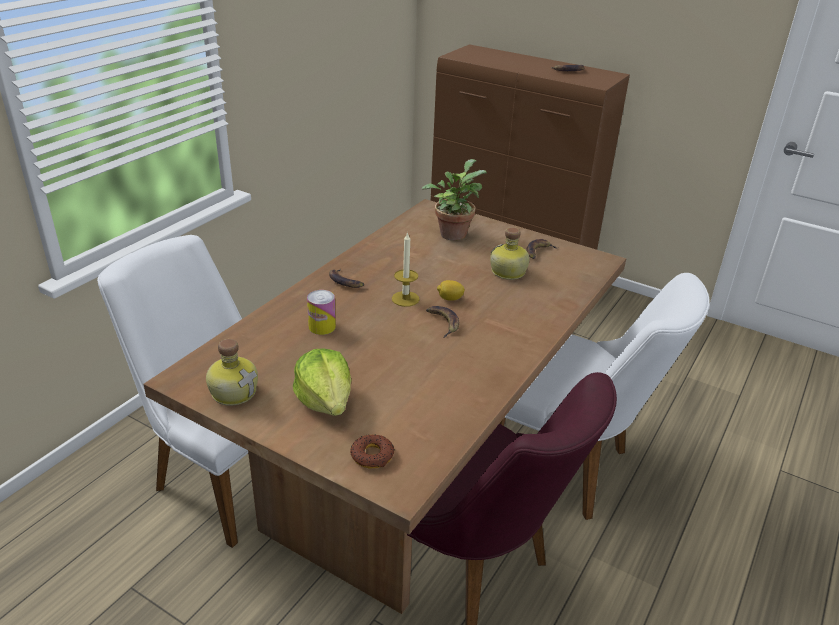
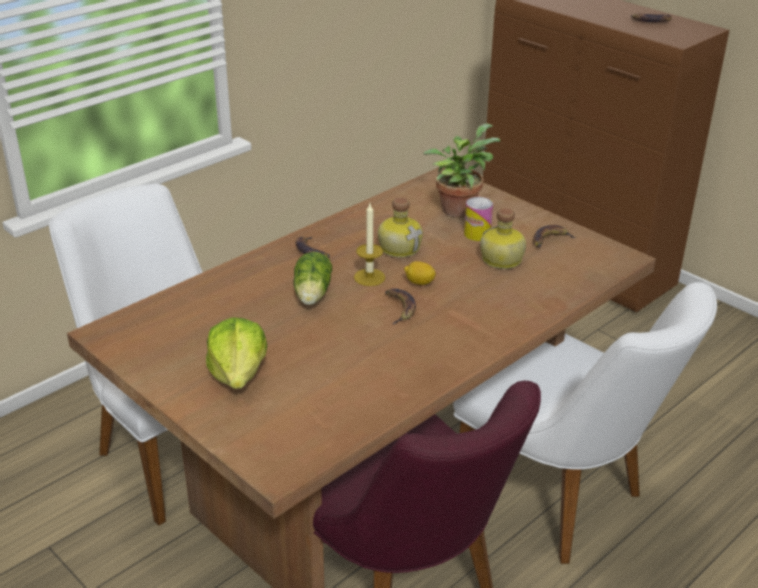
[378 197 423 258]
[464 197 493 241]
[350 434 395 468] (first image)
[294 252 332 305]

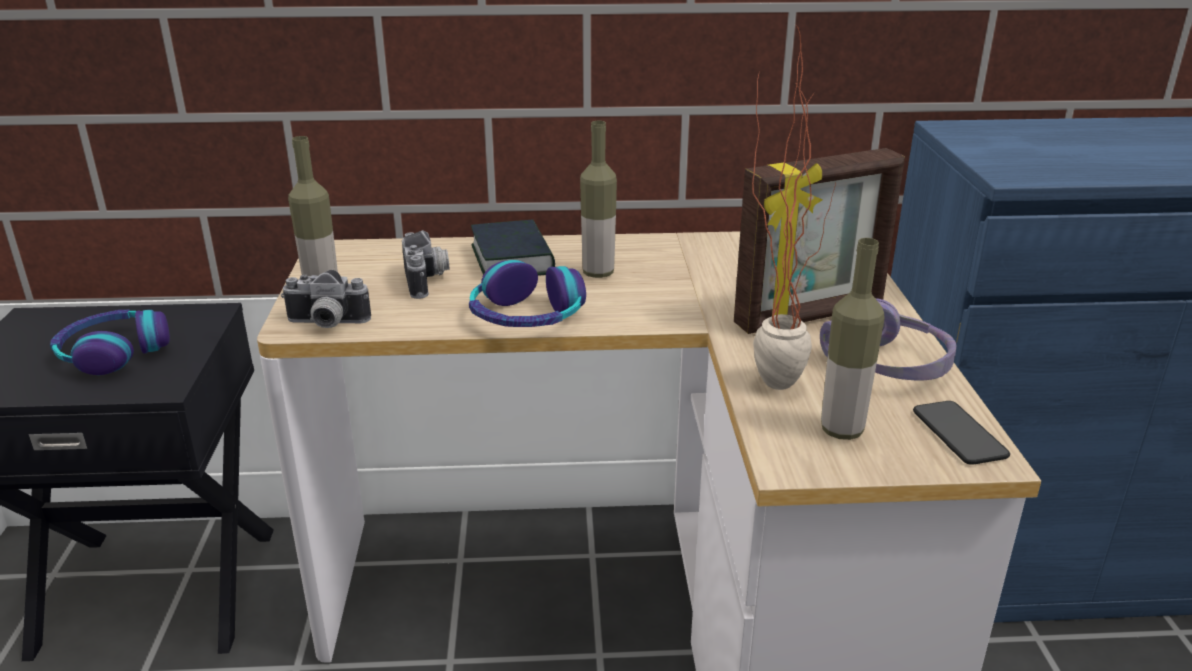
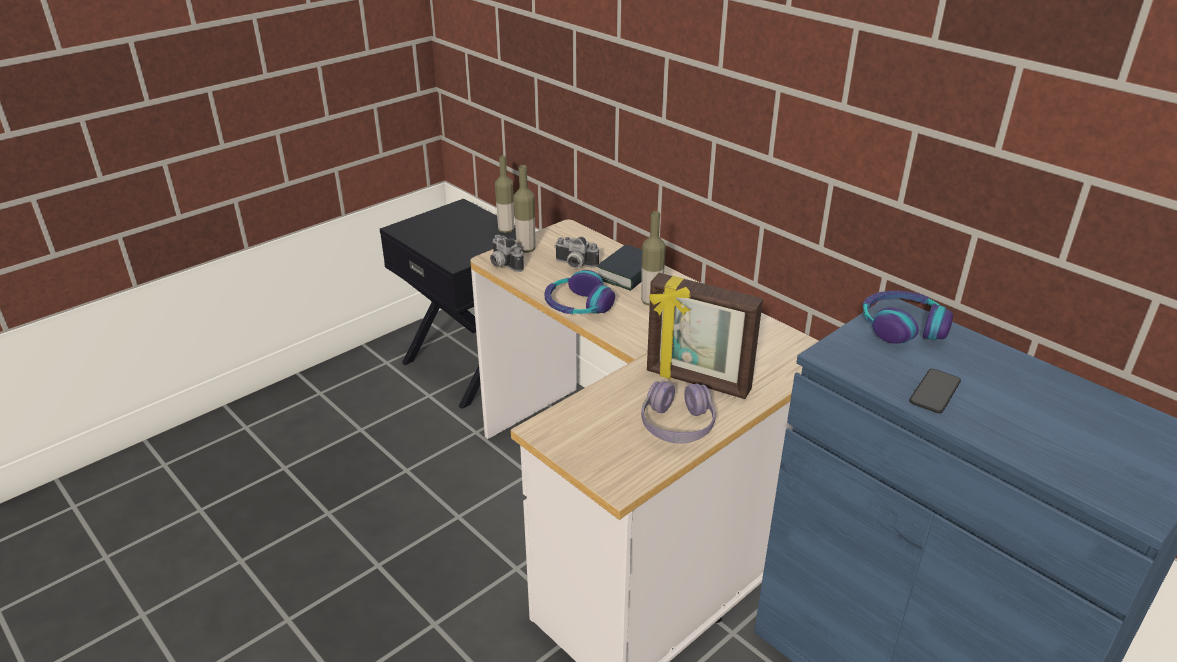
[863 291 953 344]
[554 237 599 268]
[752 26 835 390] (first image)
[495 156 514 233]
[909 369 961 413]

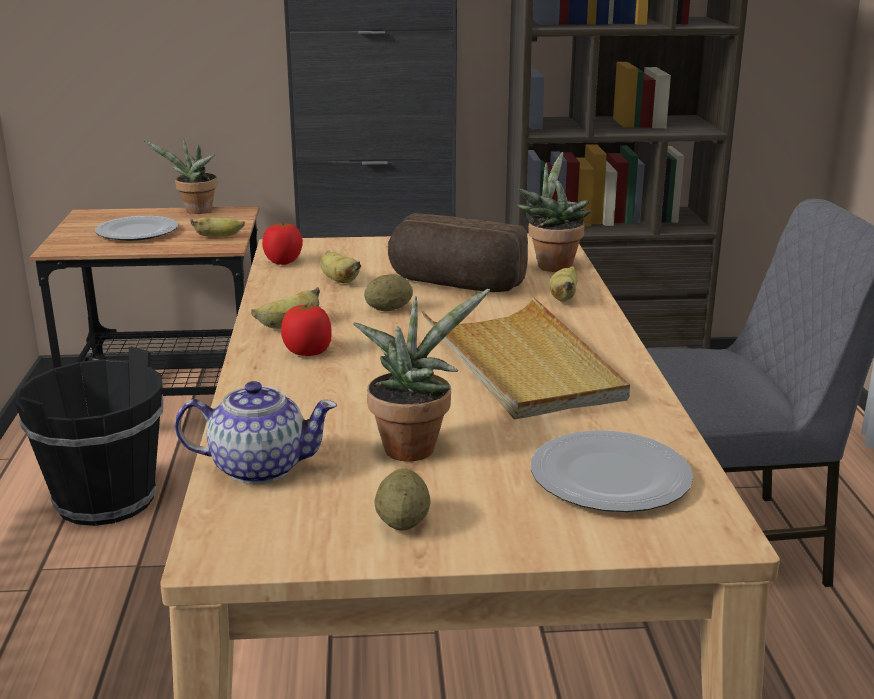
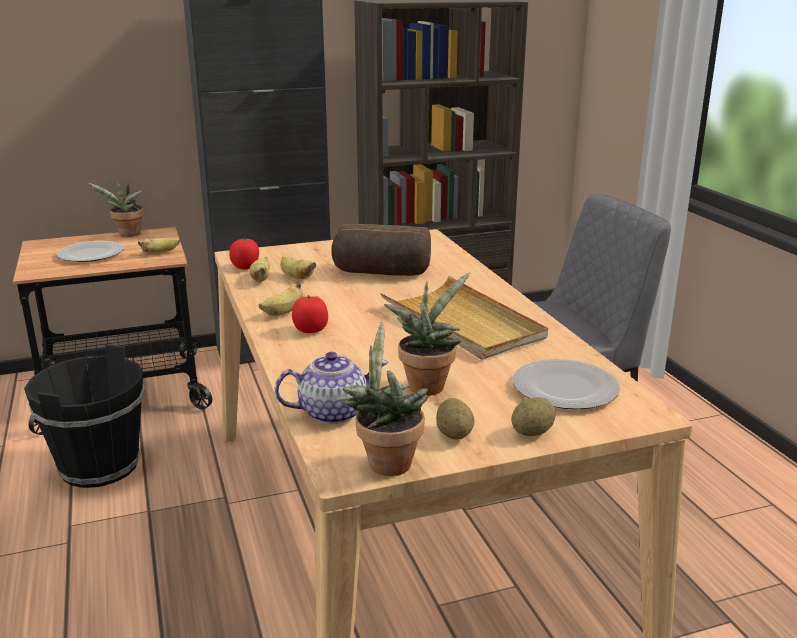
[511 397 556 436]
[339 321 428 476]
[250 257 270 282]

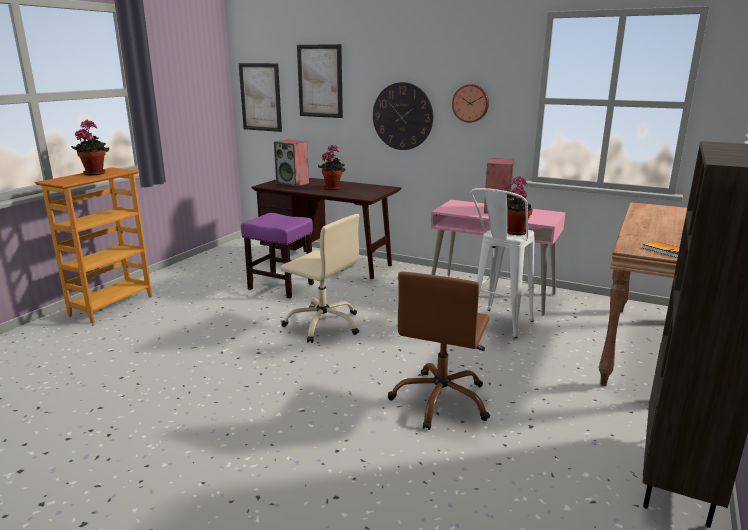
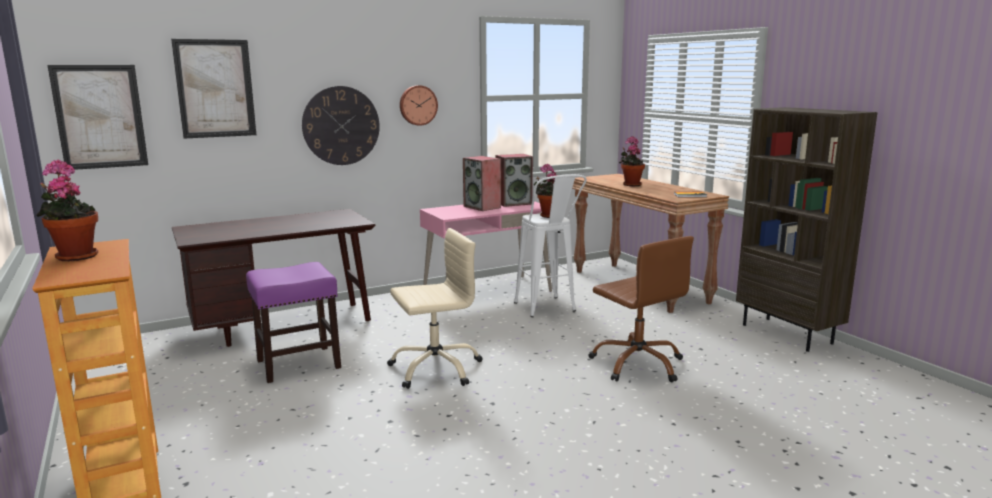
[496 154 533 207]
[619 136 645 186]

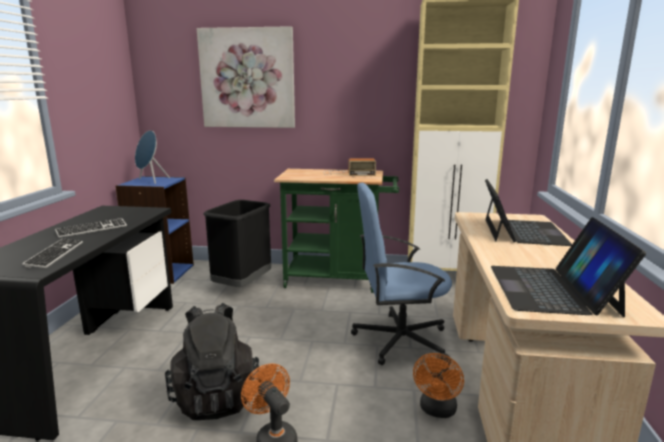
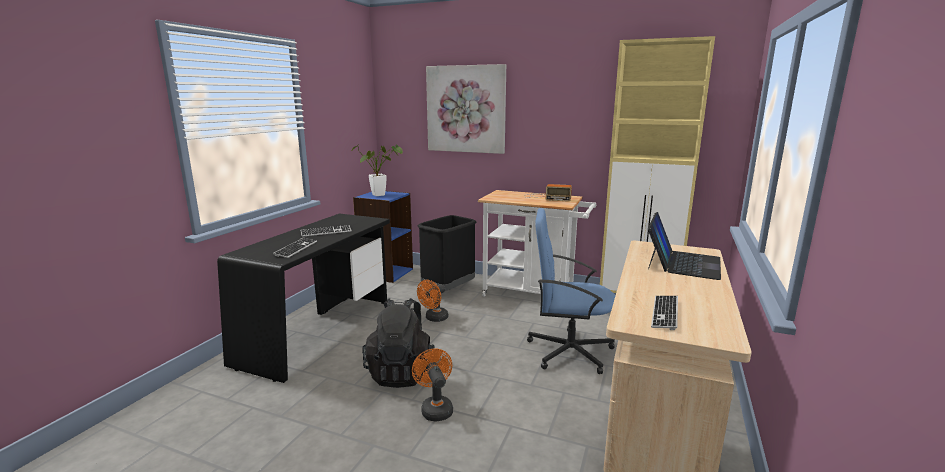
[352 145 403 196]
[478 190 596 296]
[417 280 448 322]
[651 296 678 330]

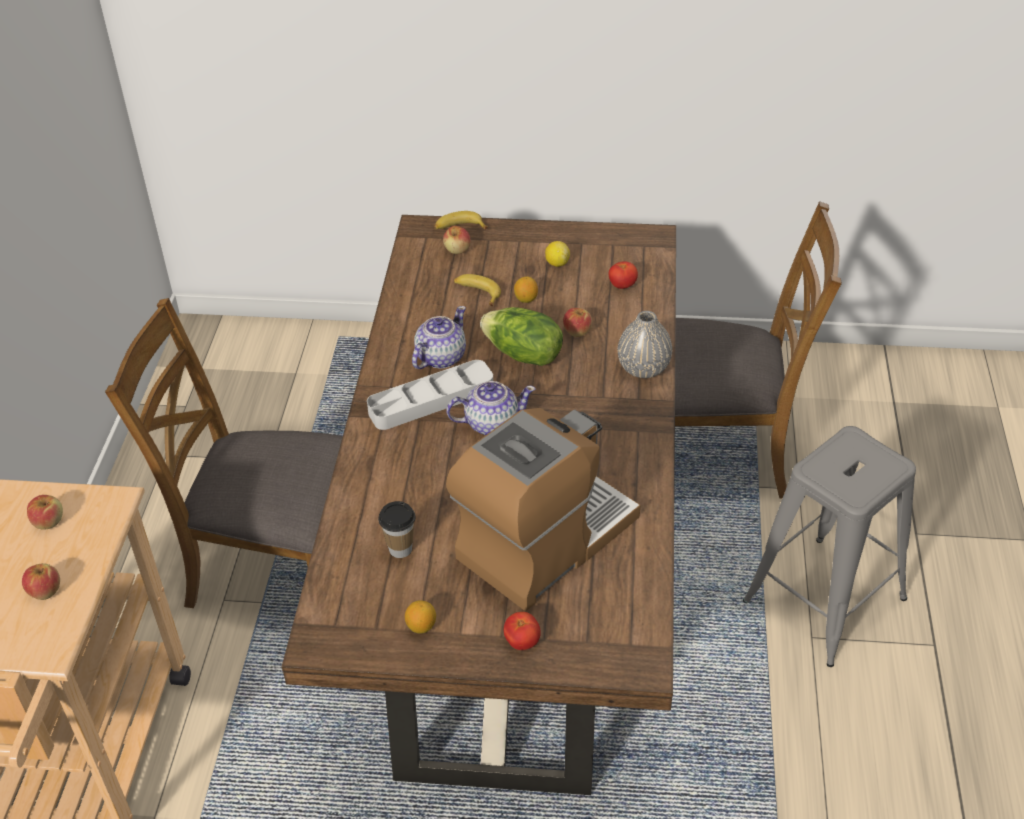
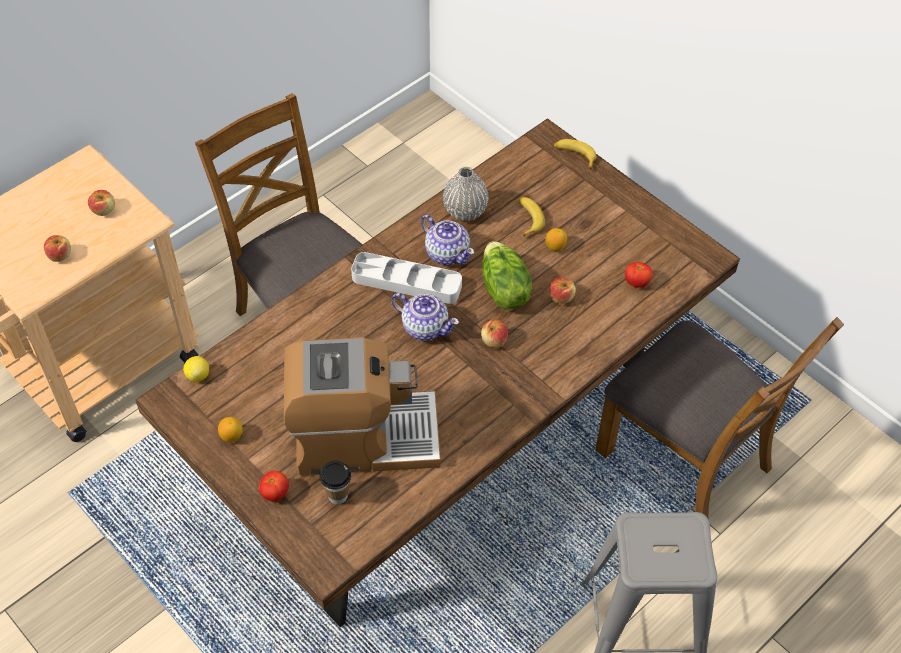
[319 461 351 504]
[421 215 474 265]
[481 319 508 348]
[183 356 209 382]
[443 167 489 221]

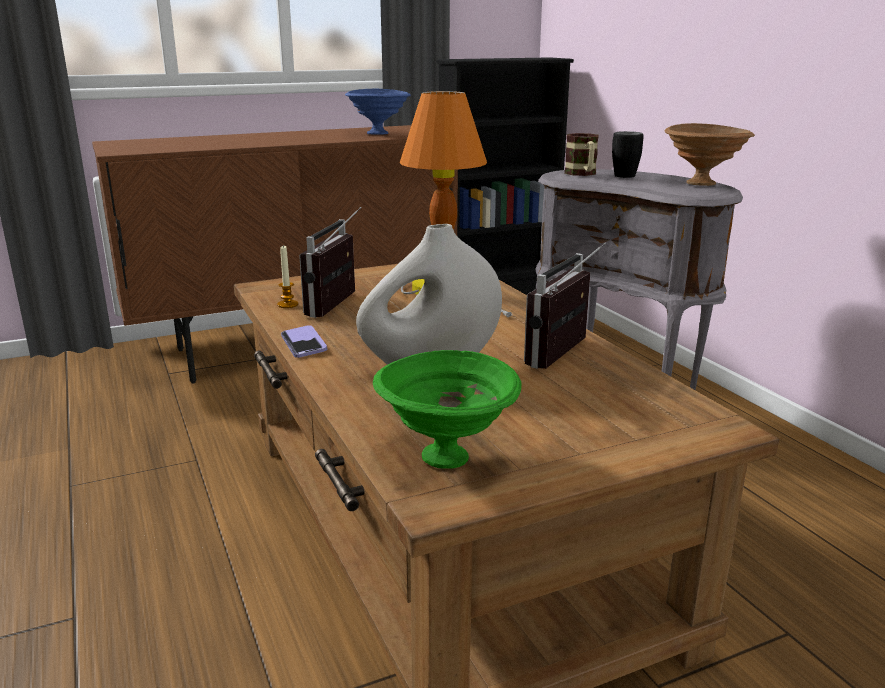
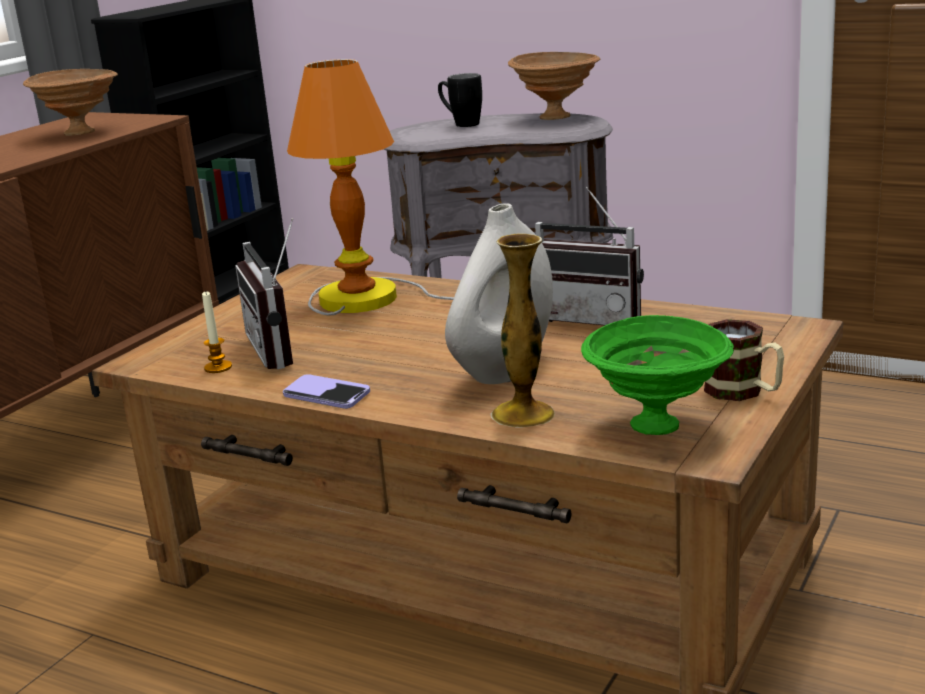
[23 69 118 136]
[535 187 644 325]
[704 319 784 401]
[491 233 555 428]

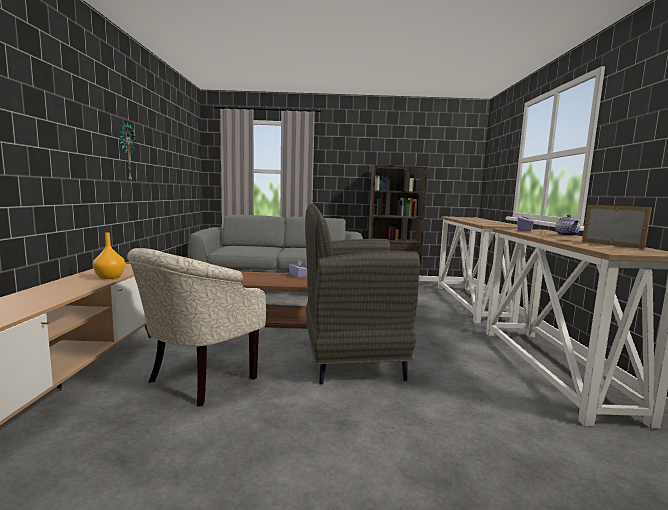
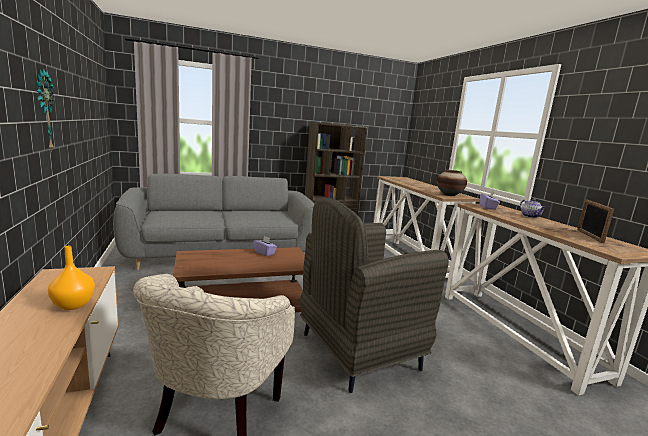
[577 200 614 243]
[437 170 467 196]

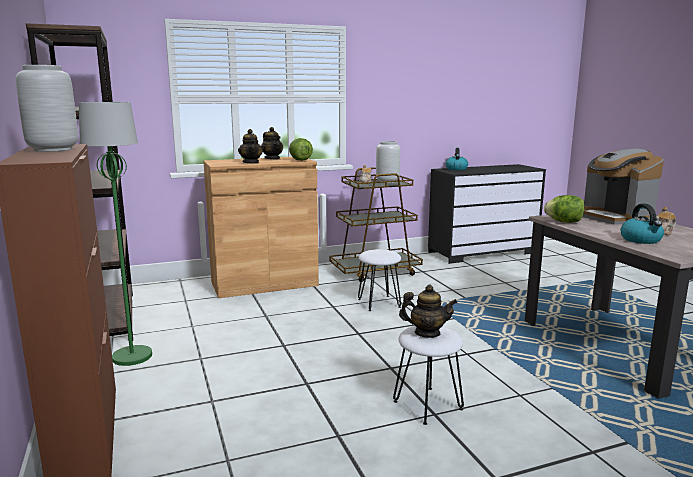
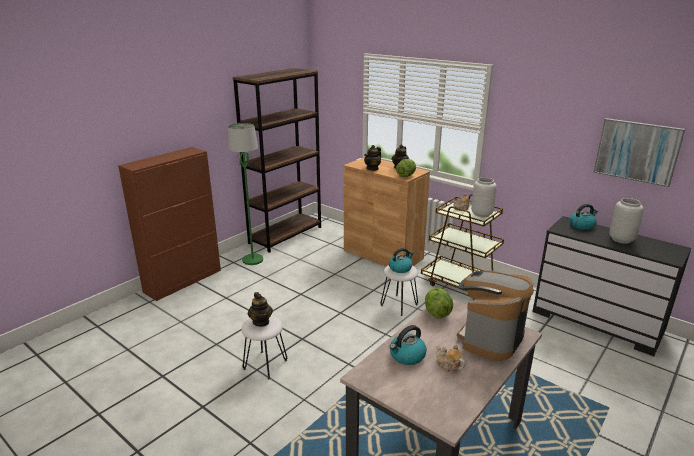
[609 198 644 244]
[389 248 413 273]
[593 118 685 187]

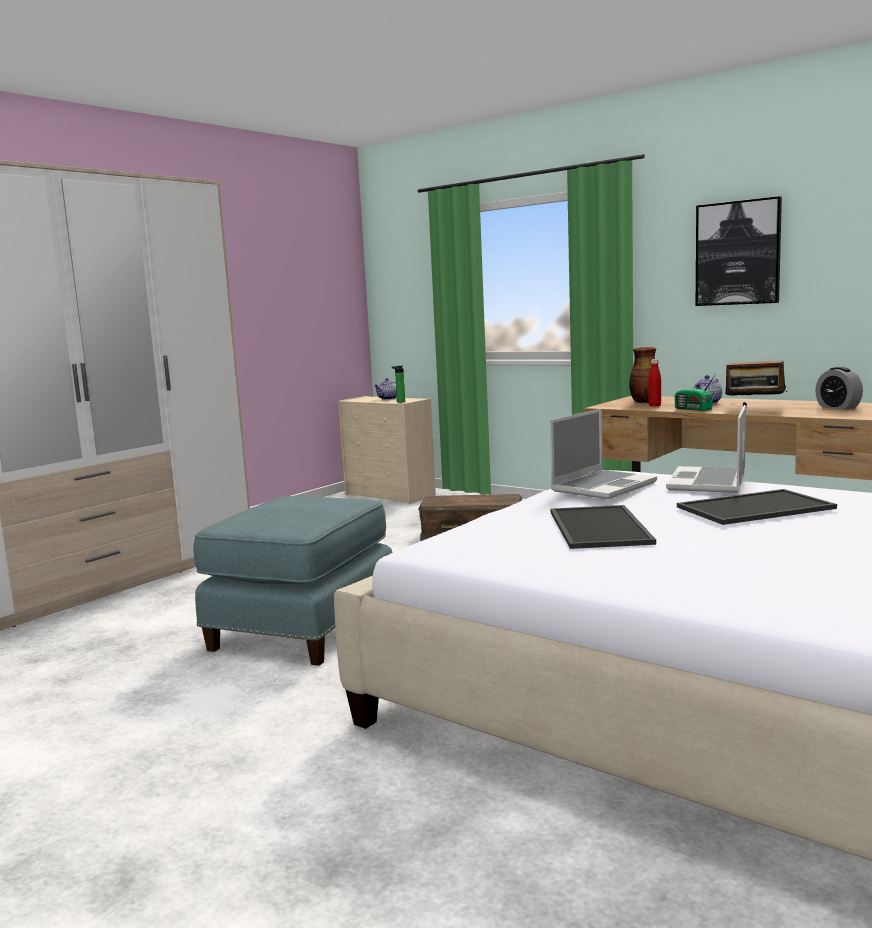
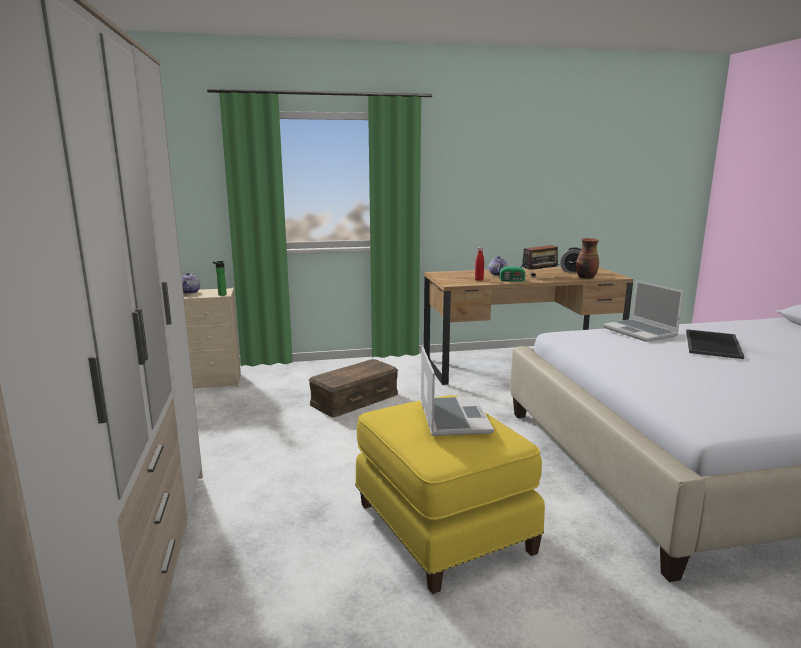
[355 395 545 594]
[421 346 494 436]
[551 505 656 549] (first image)
[576 238 599 279]
[696 196 782 306] (first image)

